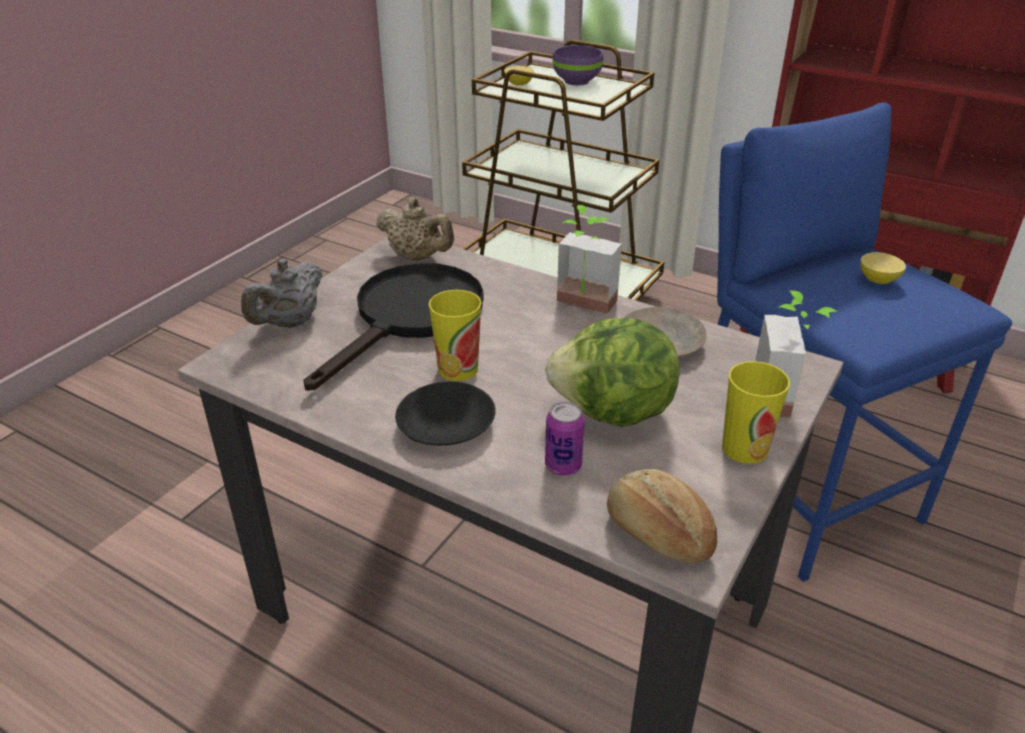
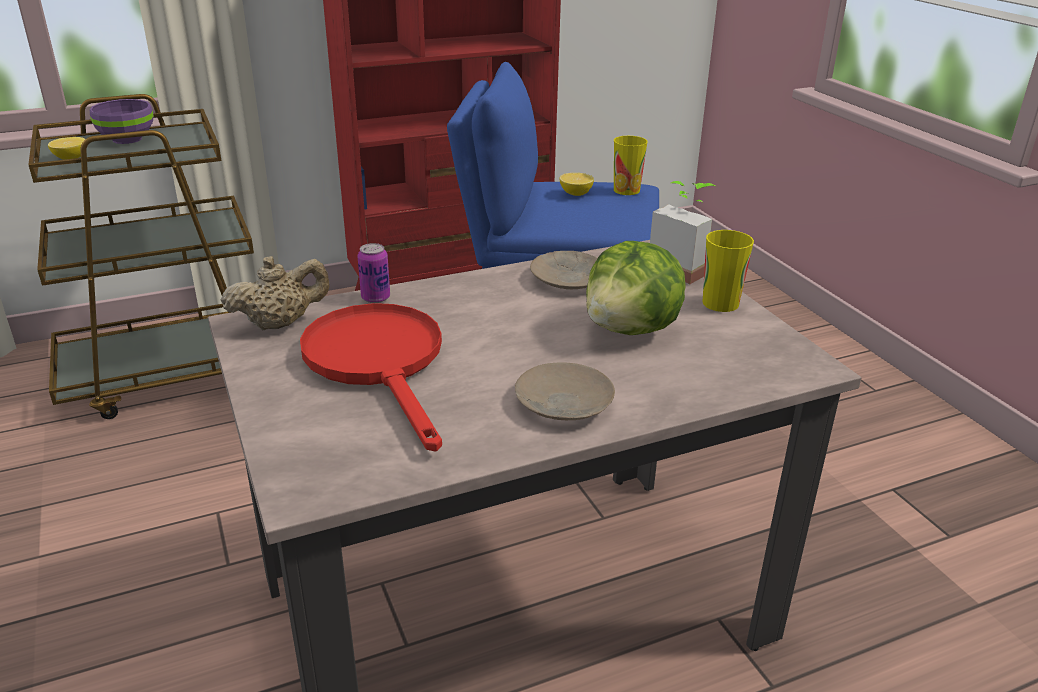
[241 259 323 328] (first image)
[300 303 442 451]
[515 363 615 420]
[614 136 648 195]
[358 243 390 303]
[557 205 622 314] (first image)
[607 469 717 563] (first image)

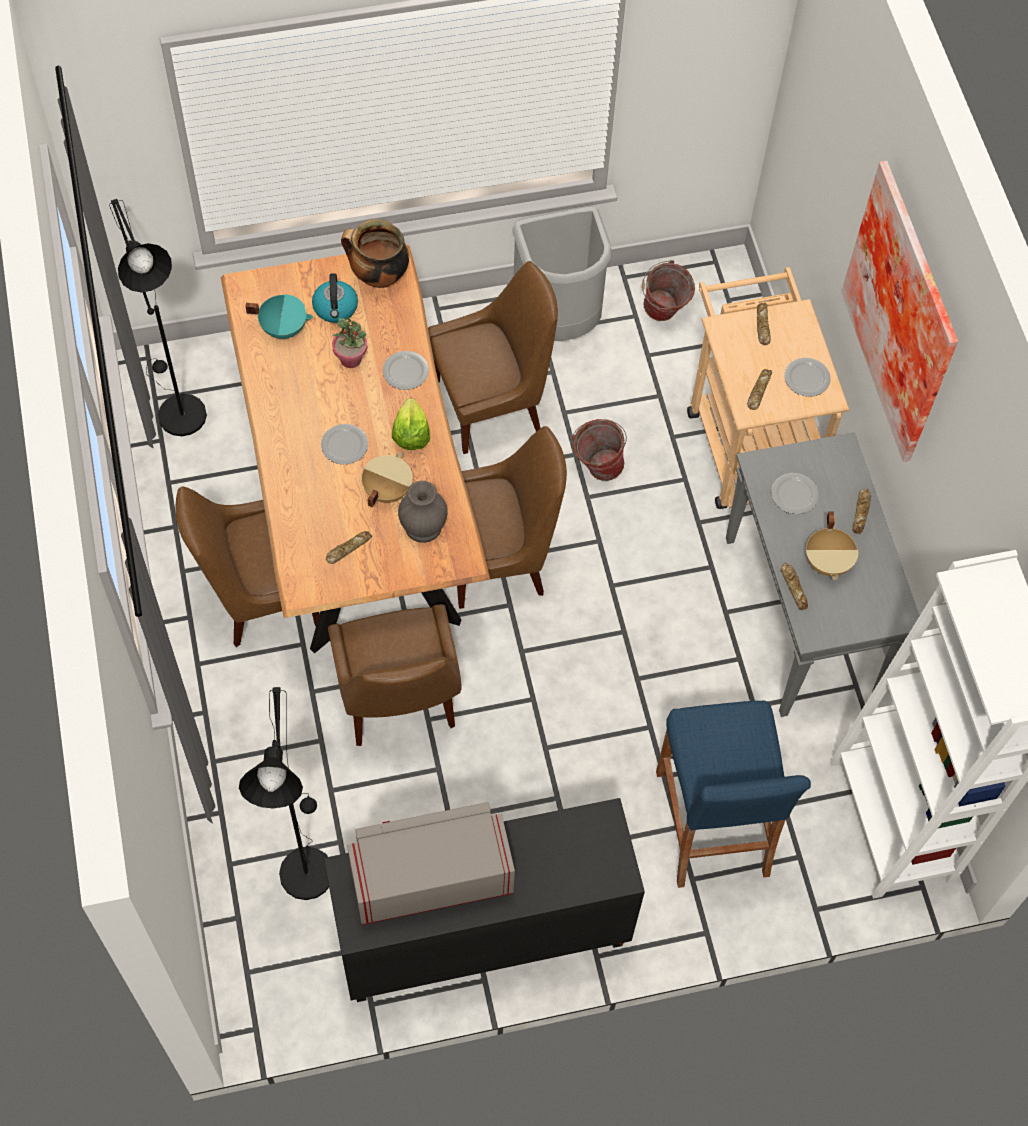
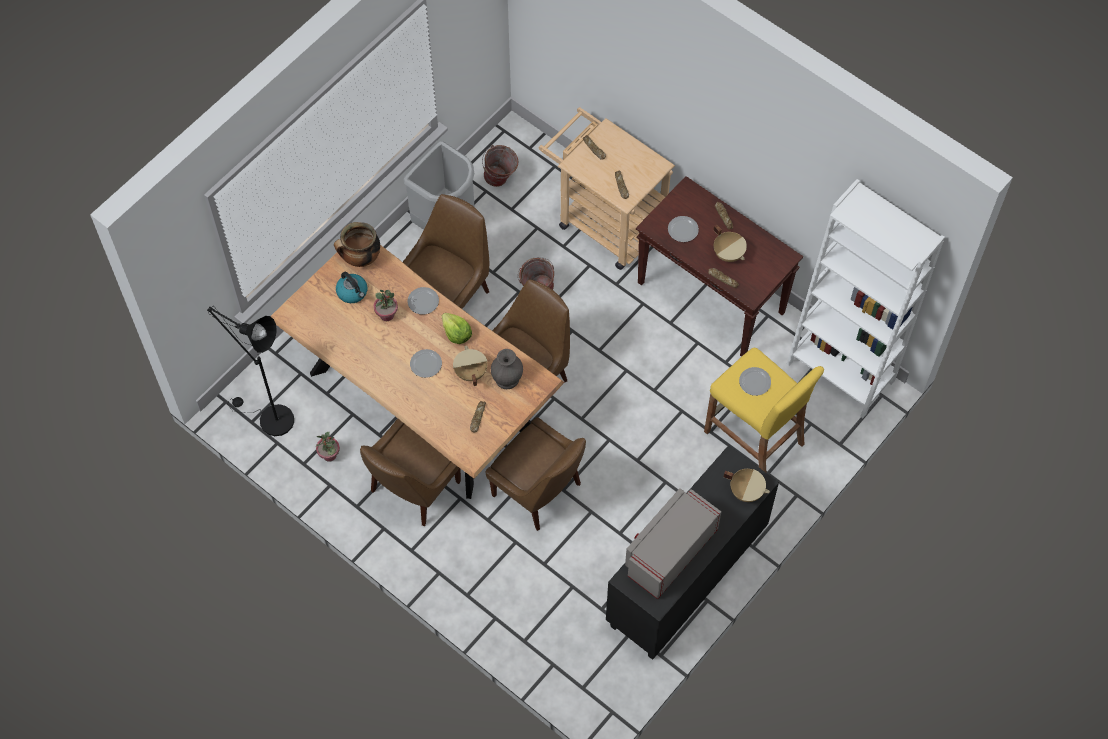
[239 687 329 900] (first image)
[245 294 313 339] (first image)
[704 348 824 472]
[636 176 803 357]
[739 367 771 396]
[841 161 958 462] (first image)
[316 432 340 462]
[724 469 770 502]

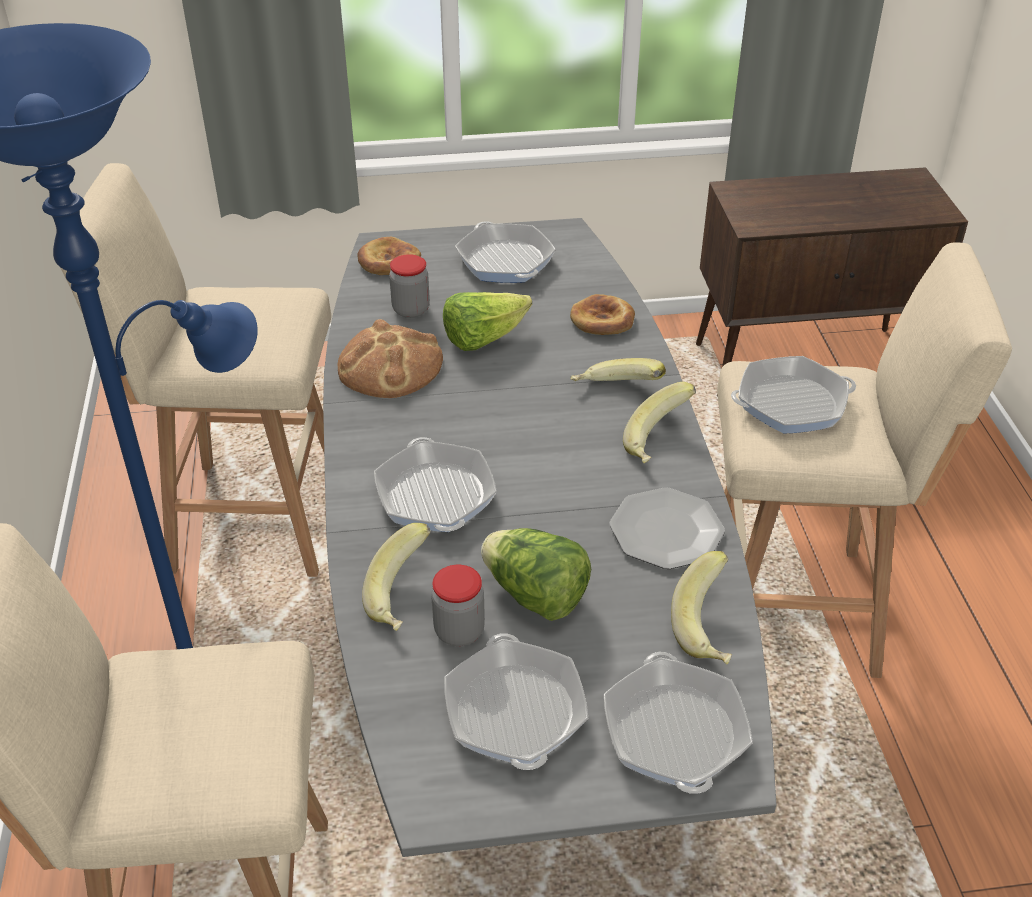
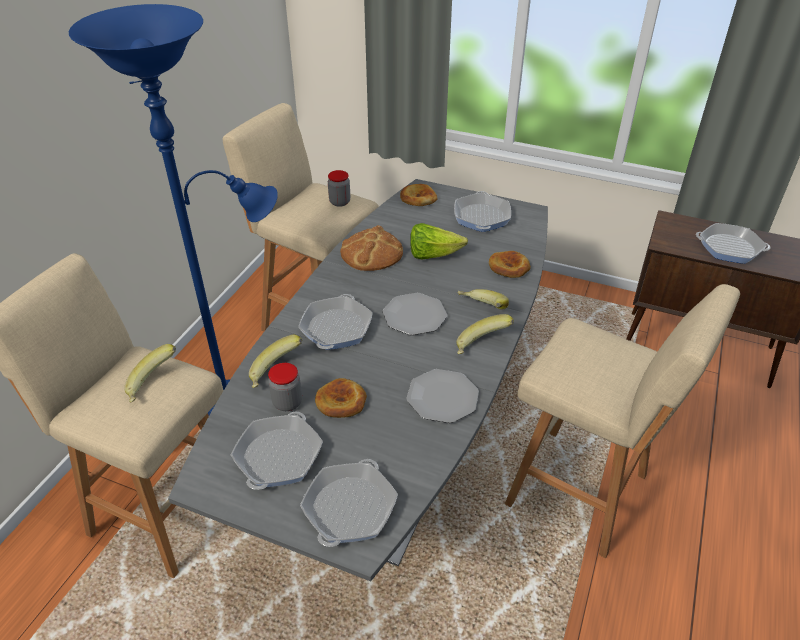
[328 170 350 207]
[315 378 367 418]
[124 344 176 403]
[696 223 770 264]
[383 293 447 335]

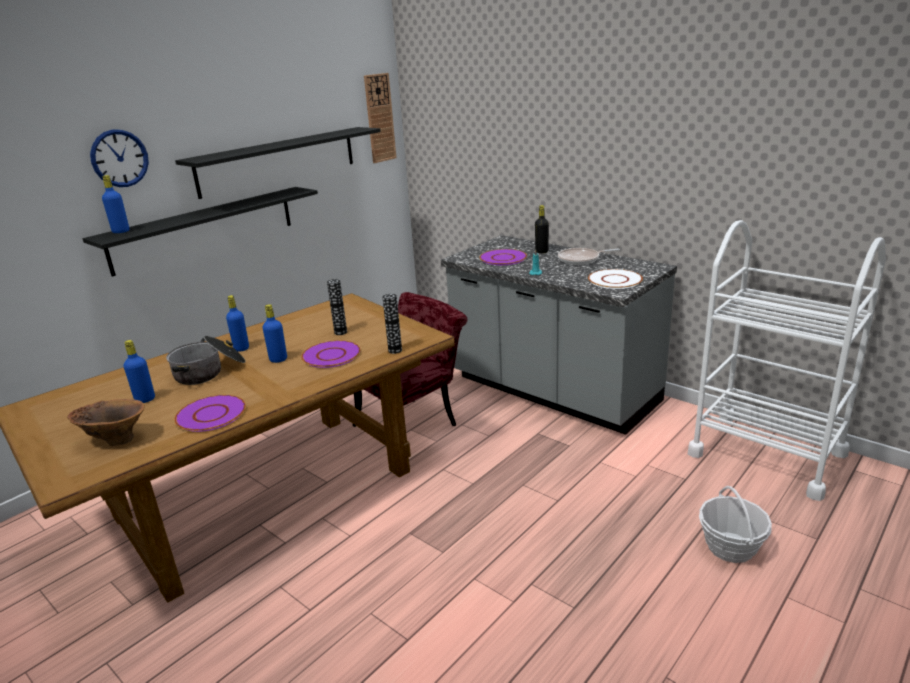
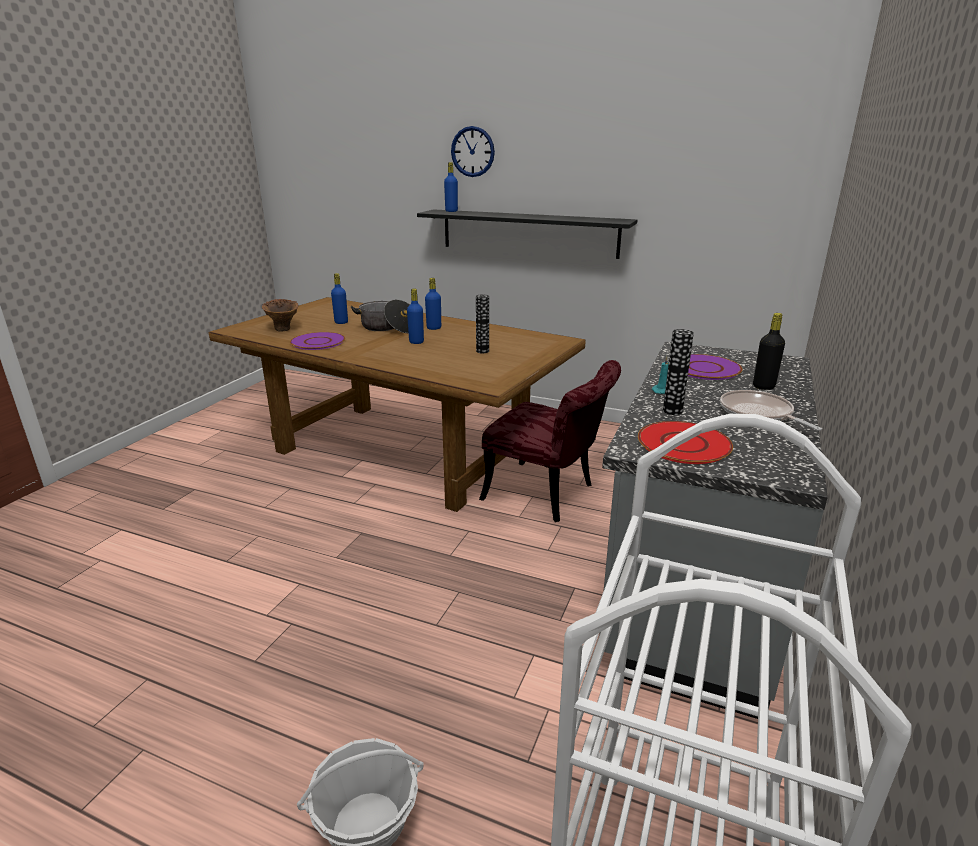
[175 127 381 199] (first image)
[301 340 361 368] (first image)
[364 73 397 163] (first image)
[663 329 694 415]
[638 421 733 464]

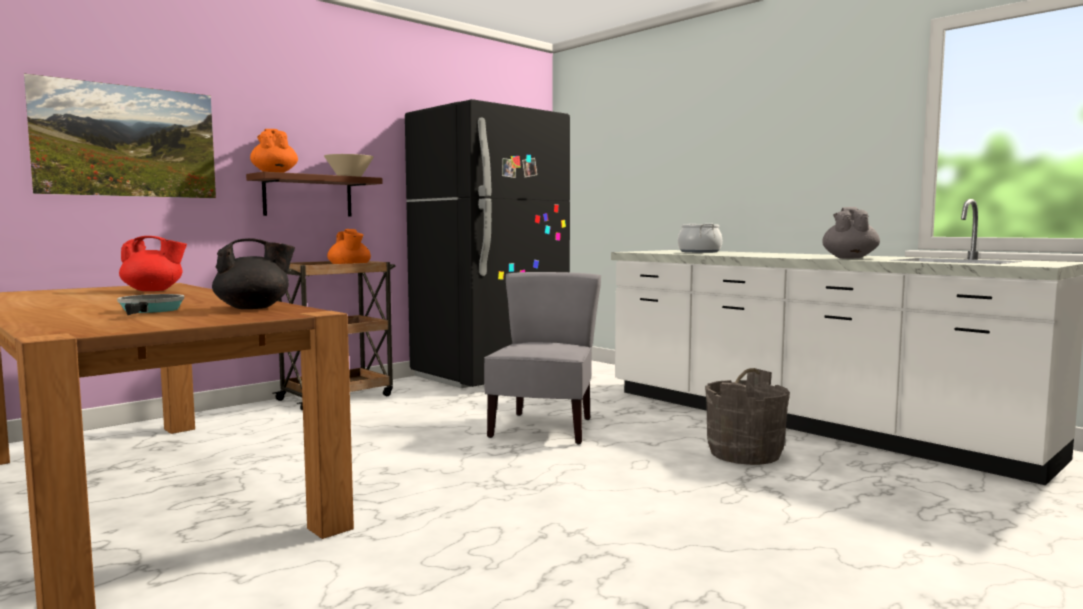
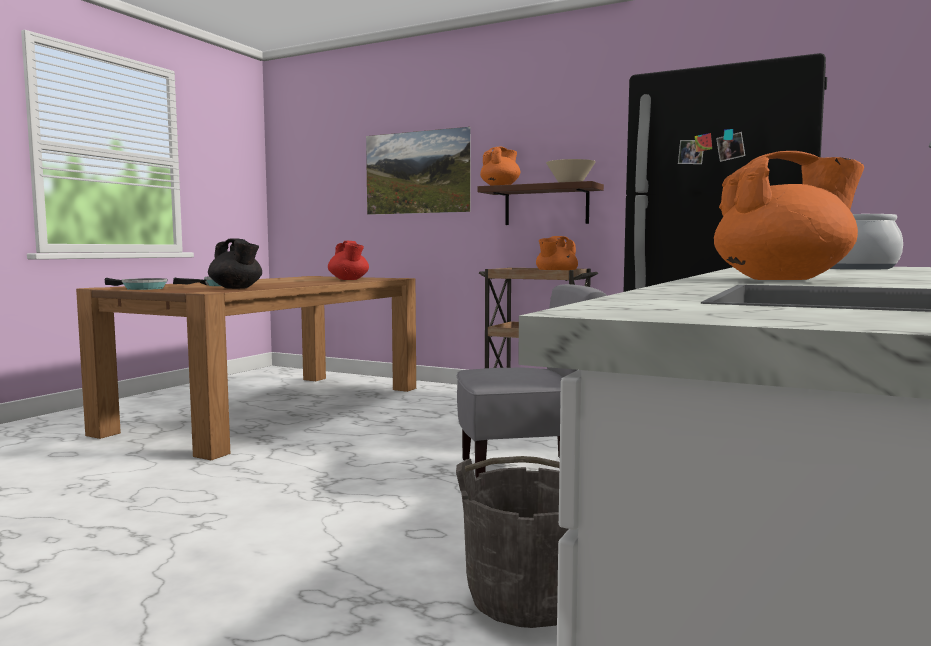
[714 151 864 280]
[104 278 168 290]

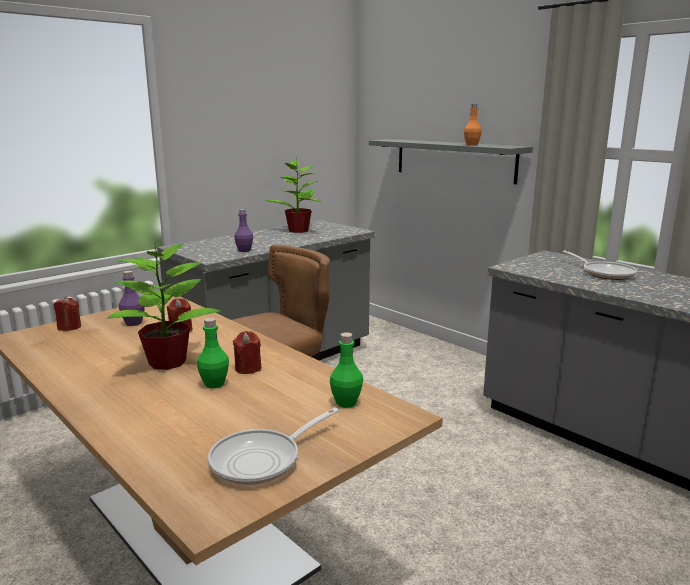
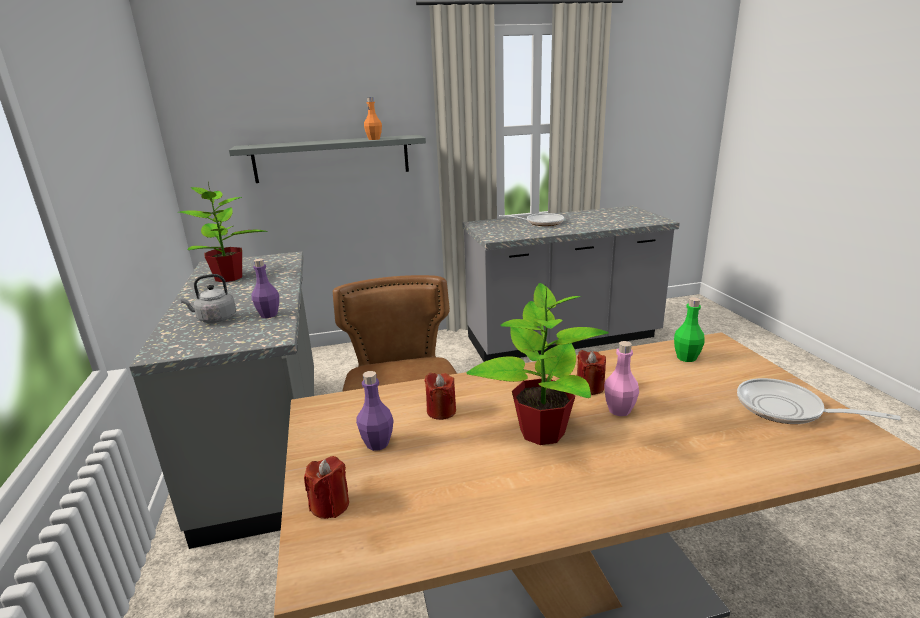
[604 341 639 416]
[737 378 901 424]
[180 274 236 323]

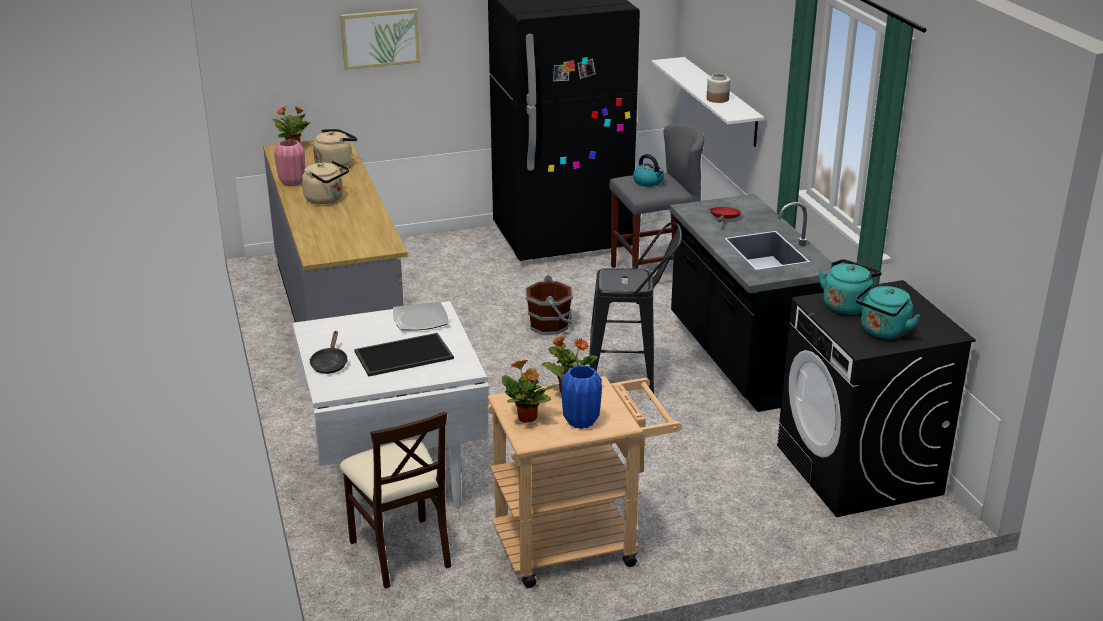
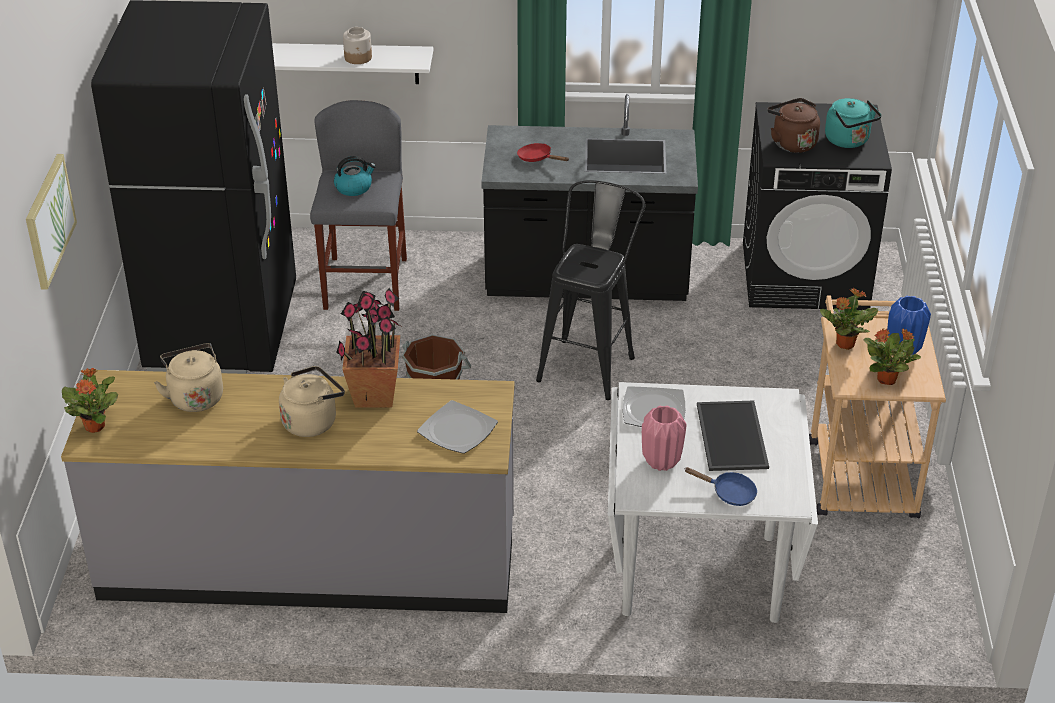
[642 405 686 471]
[684 467 757 506]
[339 411 451 589] (first image)
[767 98 820 153]
[336 288 403 408]
[417 400 498 454]

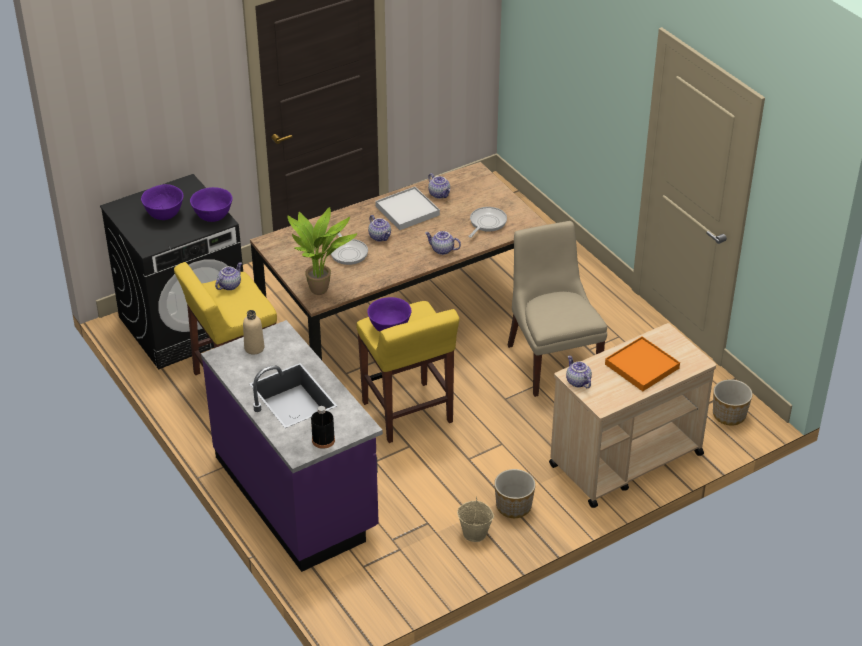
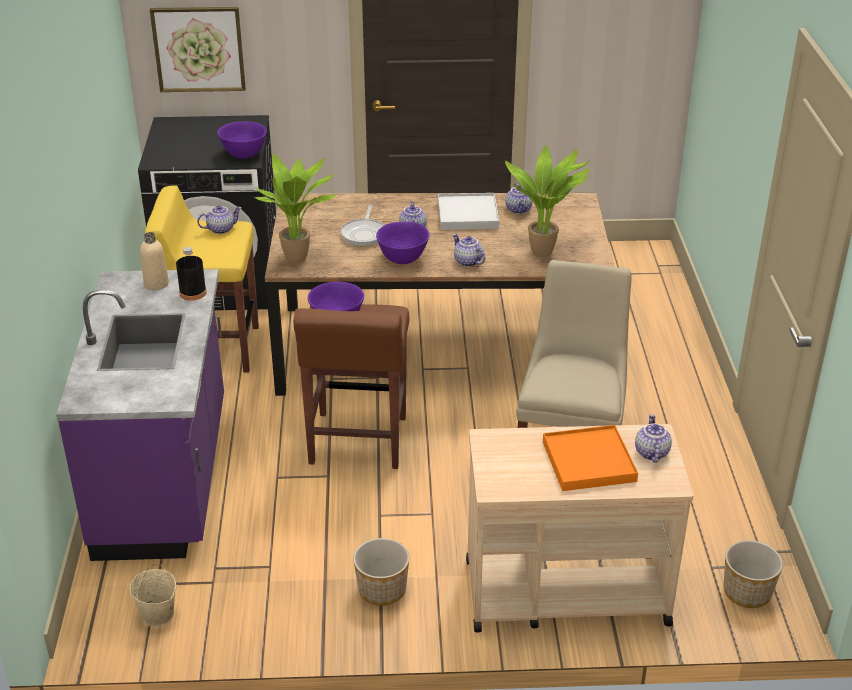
[376 222 430 264]
[176 247 207 301]
[293 304 409 469]
[129 564 176 626]
[505 145 590 257]
[635 414 672 463]
[150 7 246 92]

